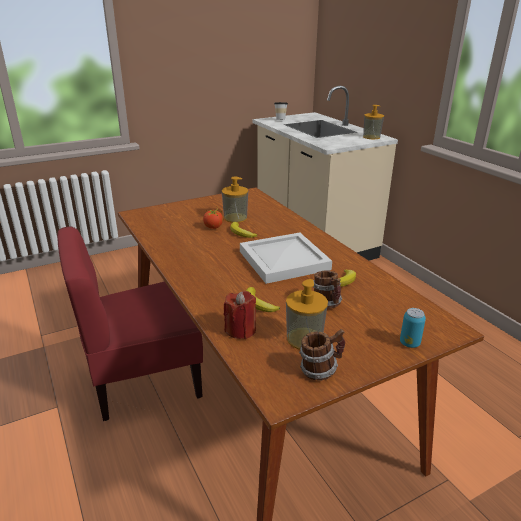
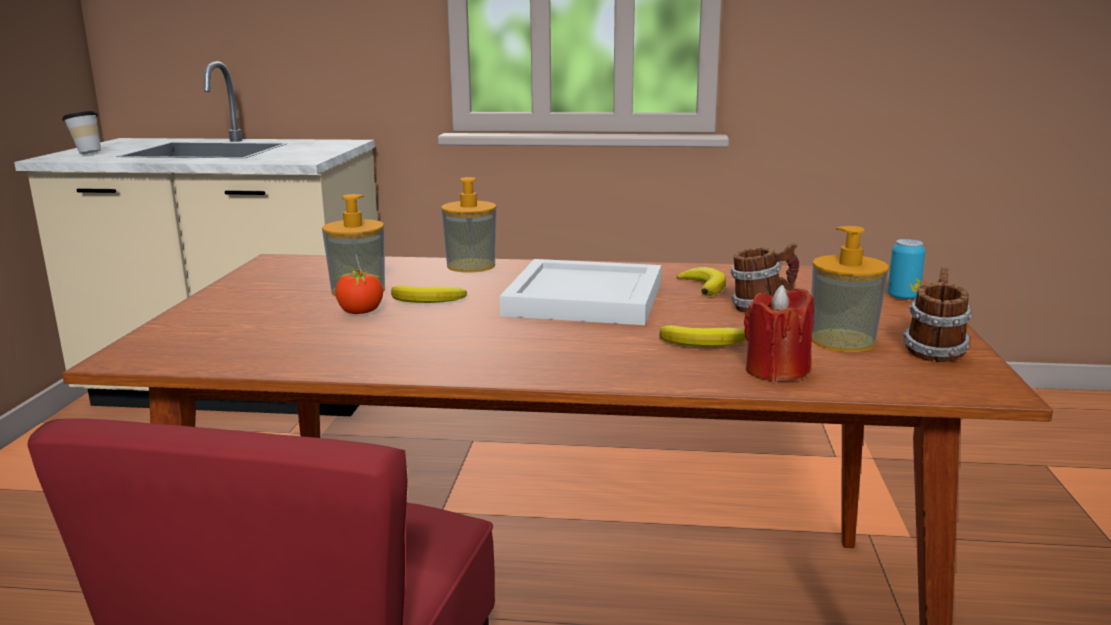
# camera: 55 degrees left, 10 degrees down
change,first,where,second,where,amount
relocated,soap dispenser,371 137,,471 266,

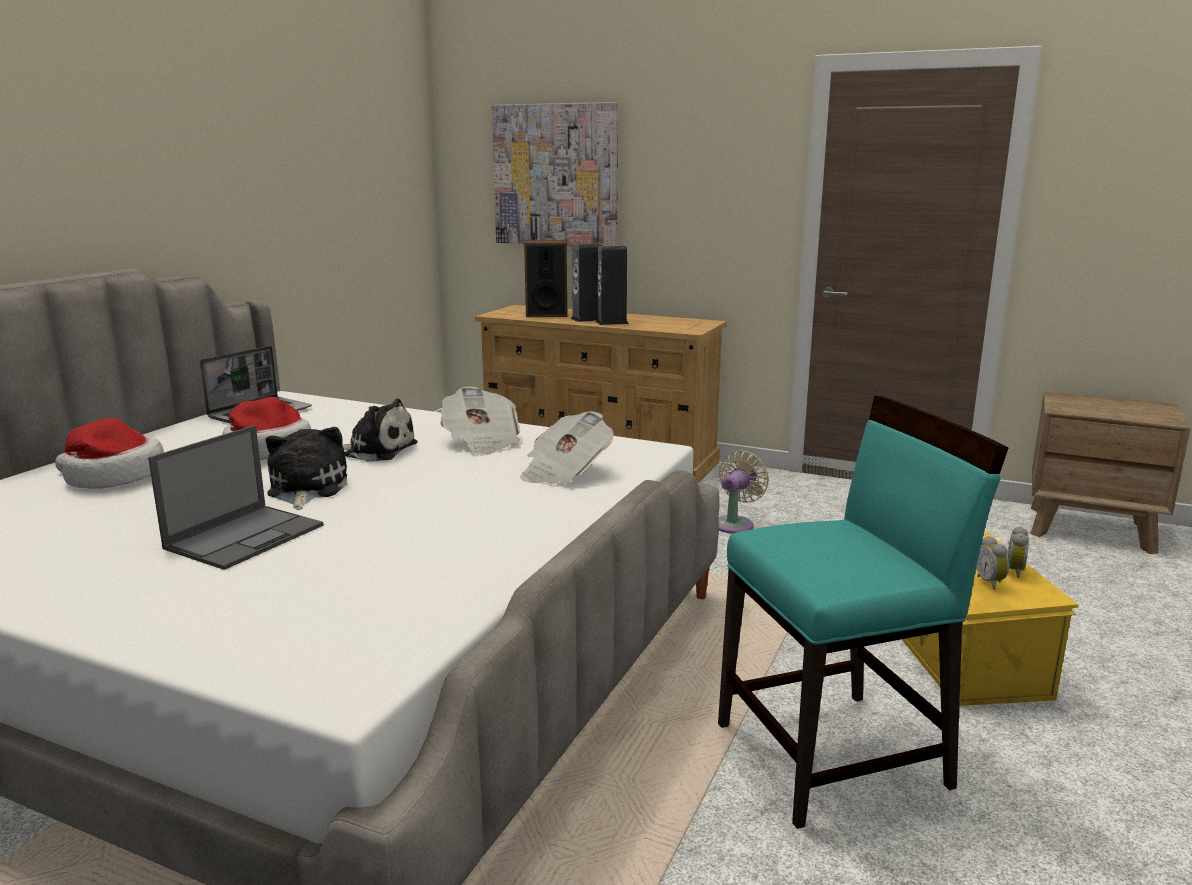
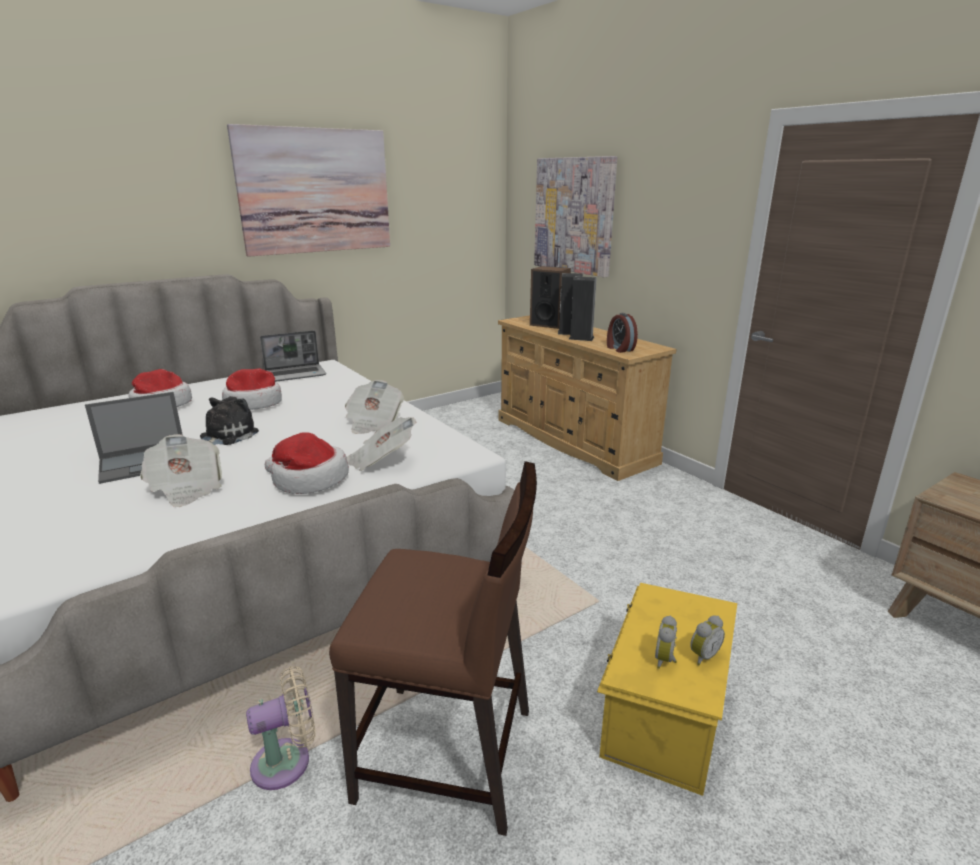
# camera: 30 degrees right, 5 degrees up
change,first,where,second,where,amount
missing,plush toy,377 450,,,
colour,chair in turquoise,834 755,chair in brown,447 755,
relocated,fan in beige,735 524,,287 761,
appeared,,,newspaper,186 488,
appeared,,,picture,315 191,
appeared,,,hat,308 480,
appeared,,,alarm clock,619 349,

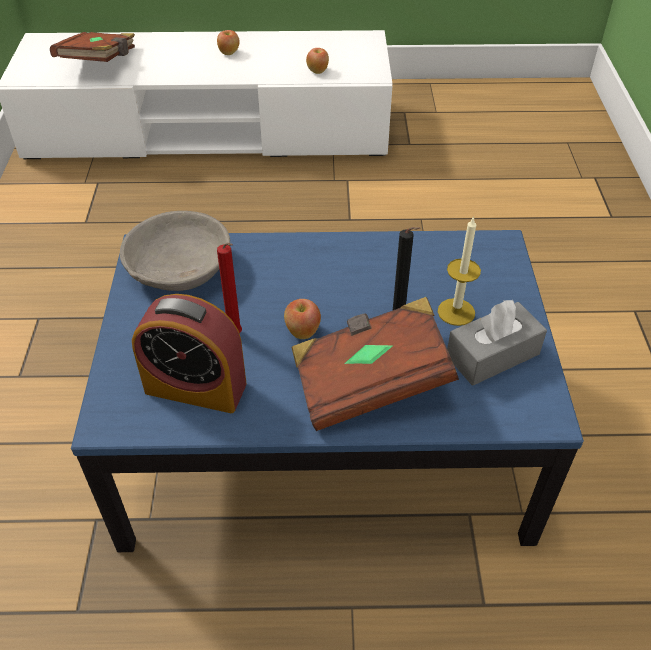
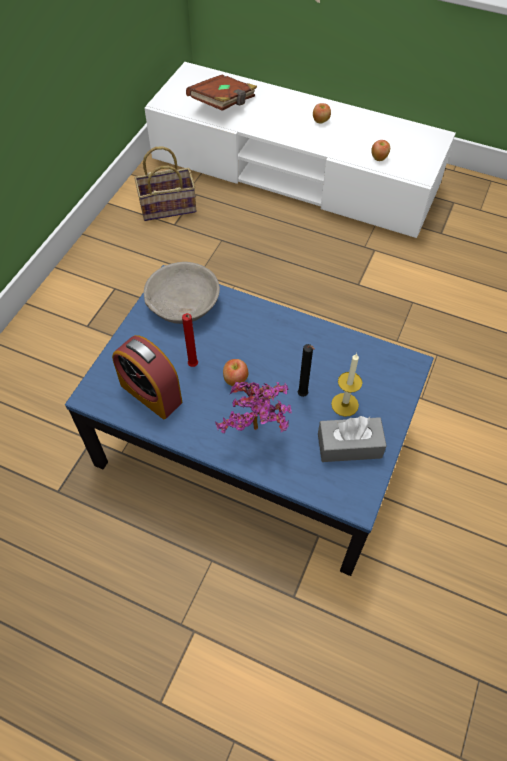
# camera: 25 degrees right, 10 degrees up
change,first,where,second,where,amount
exchanged,book in brown,370 382,potted plant,258 432,
appeared,,,basket,169 206,

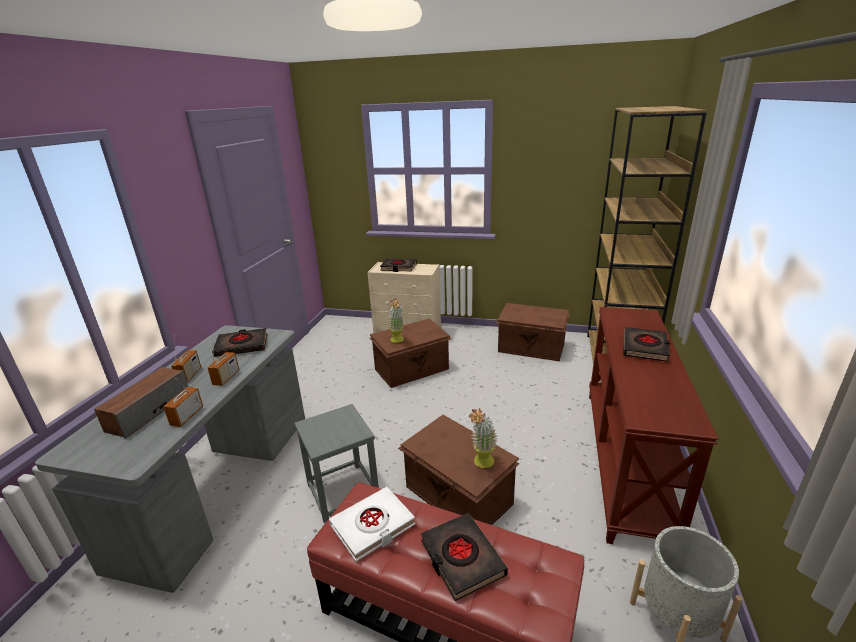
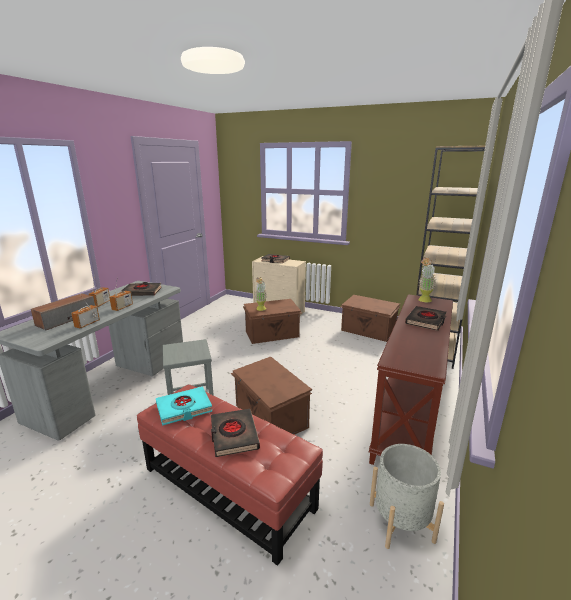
# camera: 10 degrees right, 5 degrees down
change,first,where,second,where,amount
colour,book in white,373 526,book in turquoise,184 408,
relocated,potted plant,482 464,,423 301,

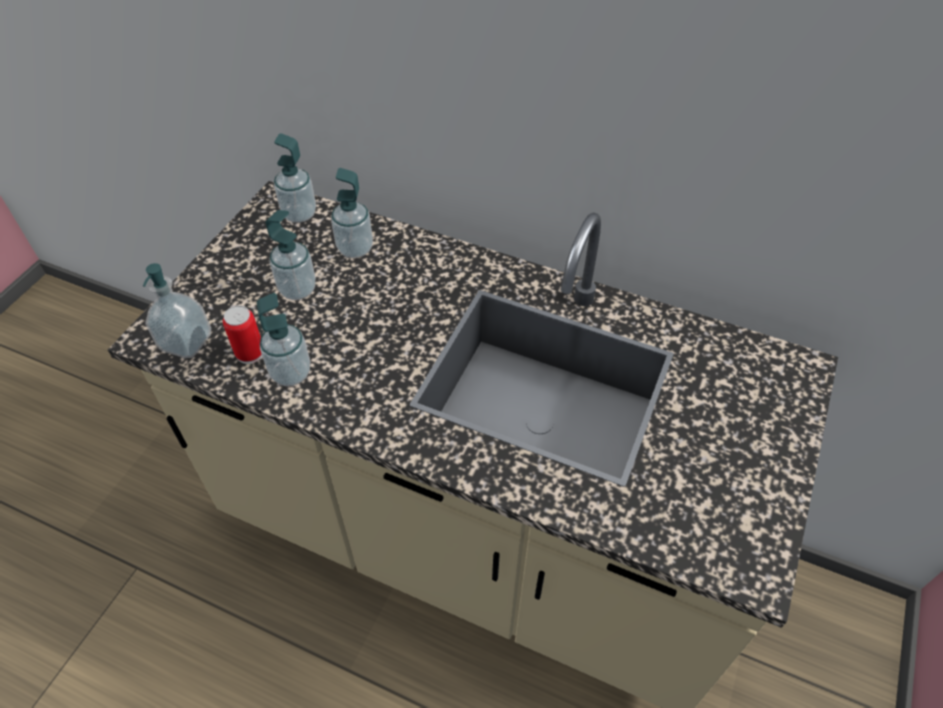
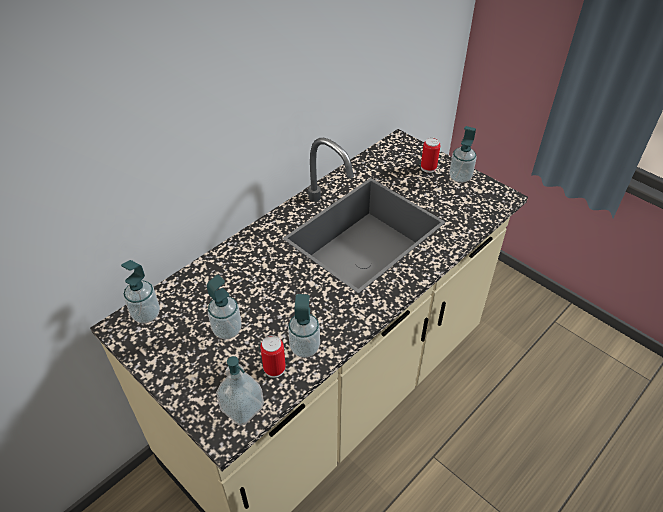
# camera: 70 degrees left, 5 degrees down
change,first,where,second,where,amount
relocated,soap dispenser,355 248,,460 177,
appeared,,,can,428 167,

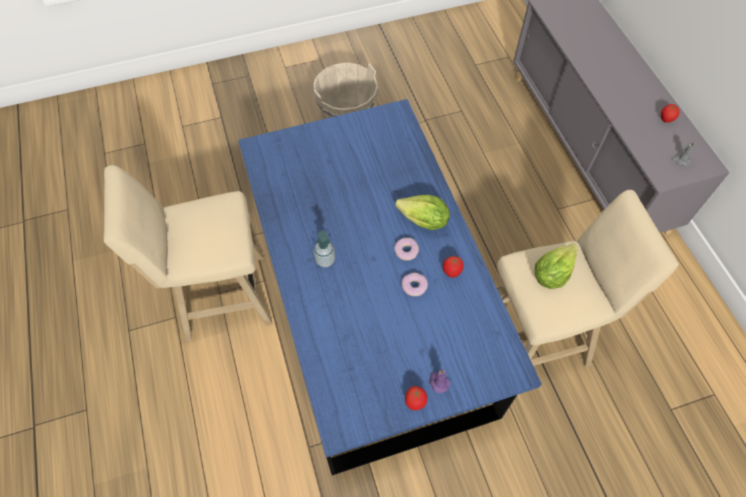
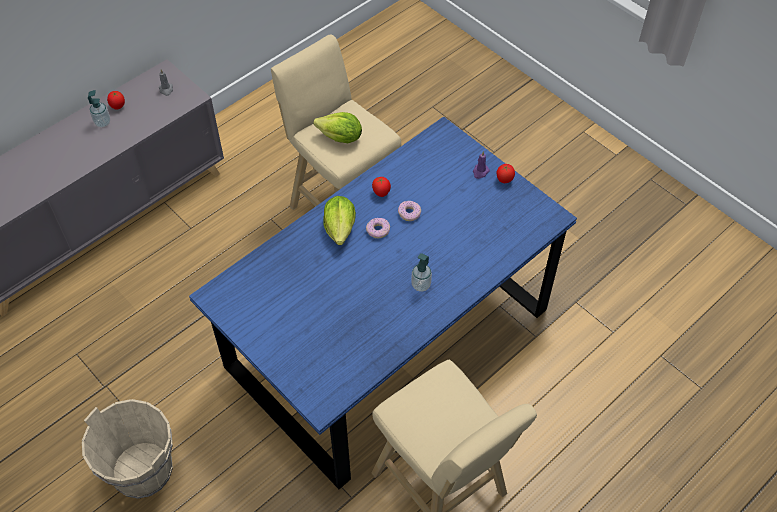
# camera: 115 degrees left, 5 degrees down
change,first,where,second,where,amount
appeared,,,soap dispenser,102 122,

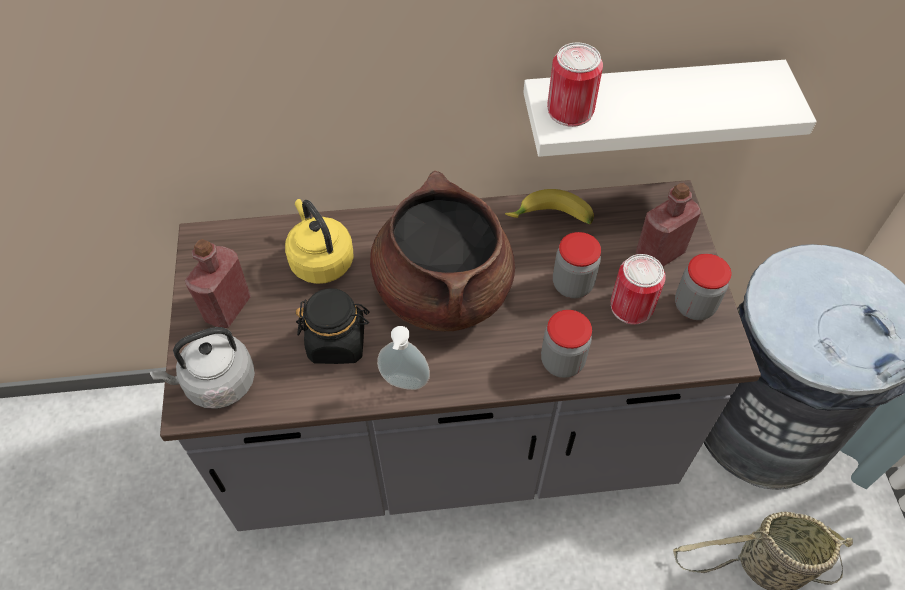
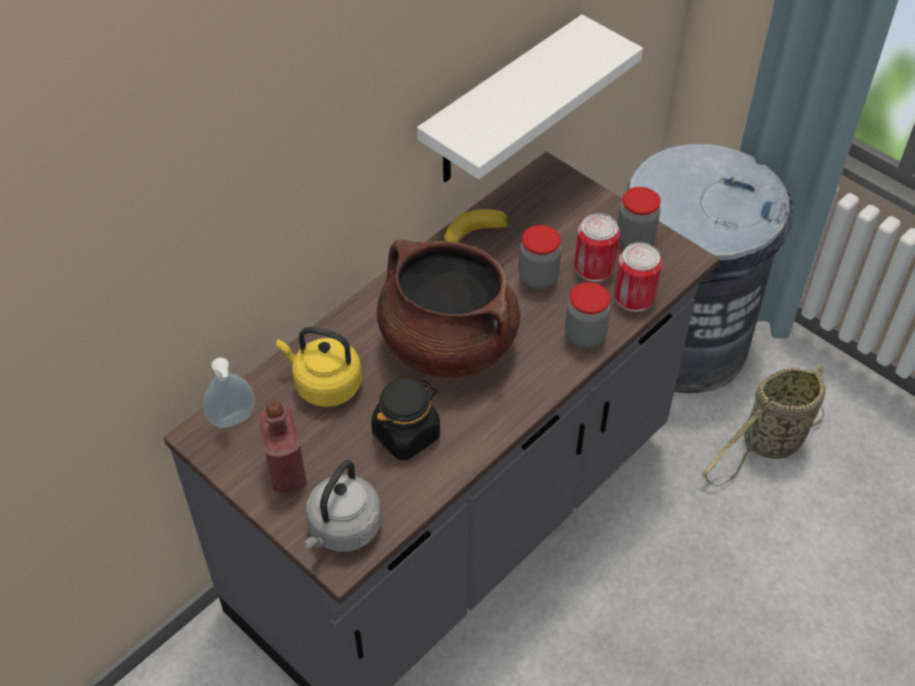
# camera: 40 degrees left, 5 degrees down
change,first,where,second,where,amount
relocated,soap dispenser,404 384,,234 421,
relocated,can,570 110,,634 296,
missing,bottle in red,659 254,,,

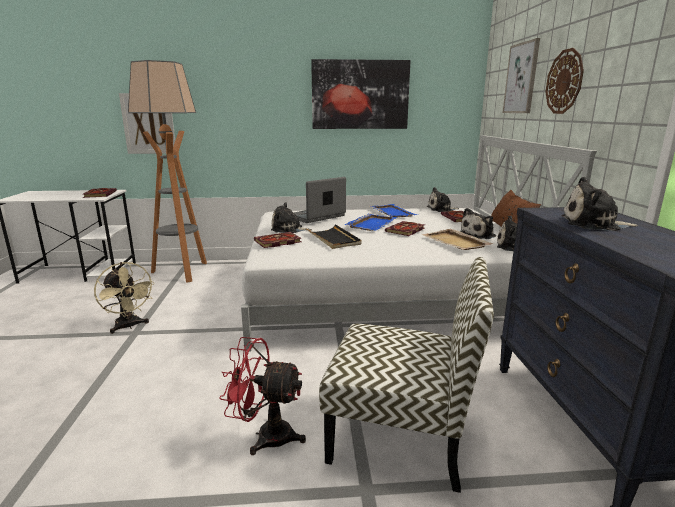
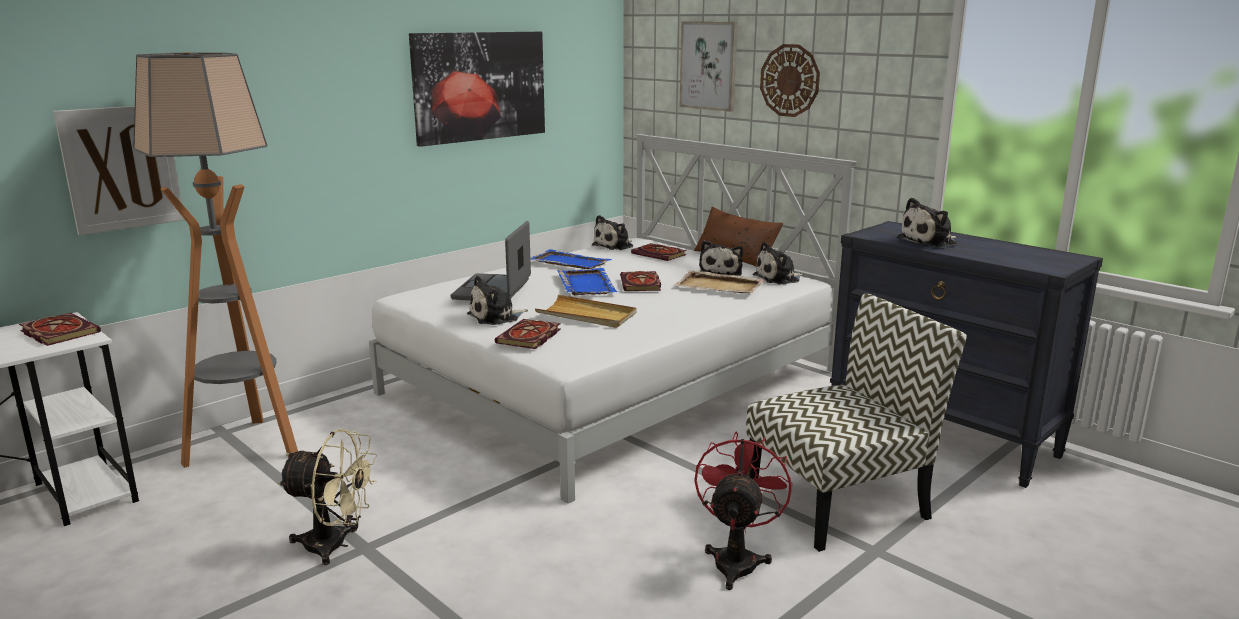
# camera: 40 degrees left, 0 degrees up
change,first,where,second,where,amount
spun,fan in red,265 435,,737 559,135 degrees clockwise
colour,tray in black,333 239,tray in beige,586 315,

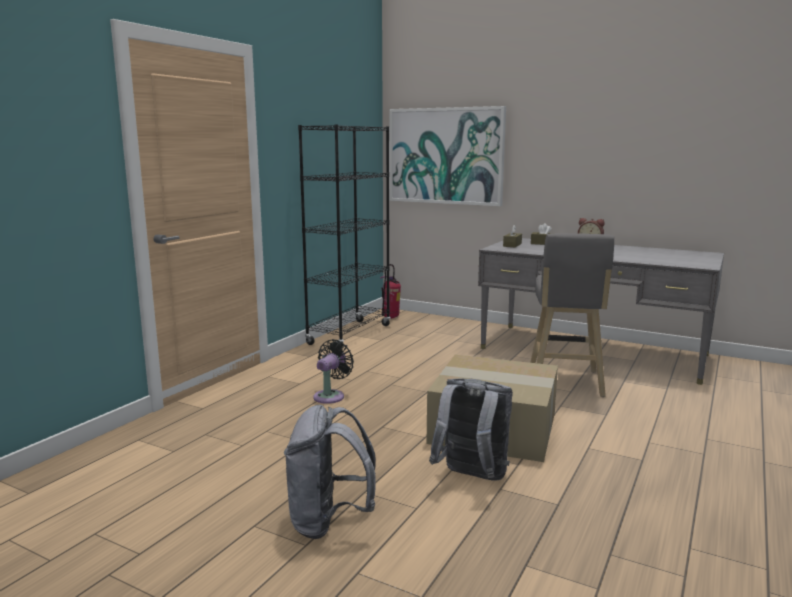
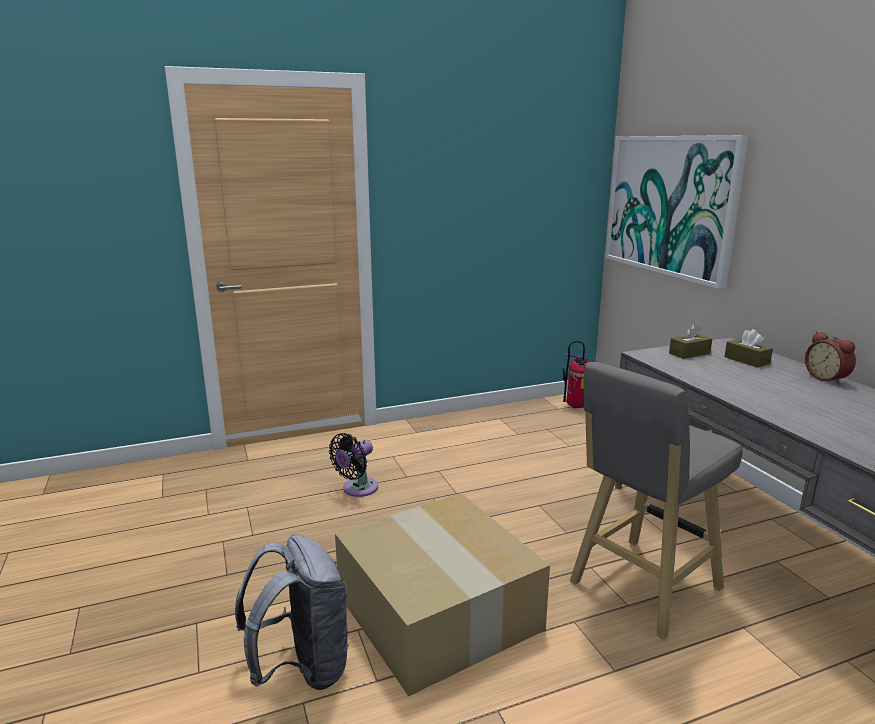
# camera: 40 degrees right, 5 degrees up
change,first,where,second,where,amount
missing,backpack in grey,329 522,,,
missing,bookcase in black,349 335,,,
spun,fan in black,331 396,,357 489,150 degrees clockwise

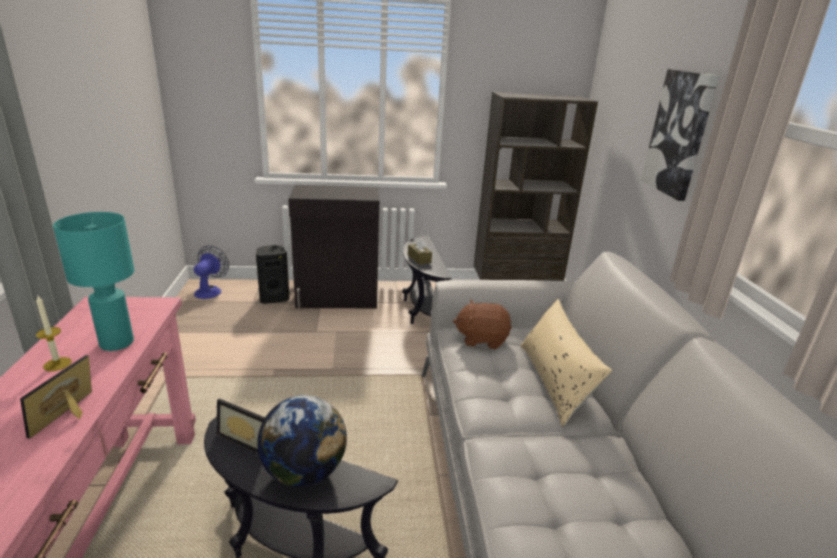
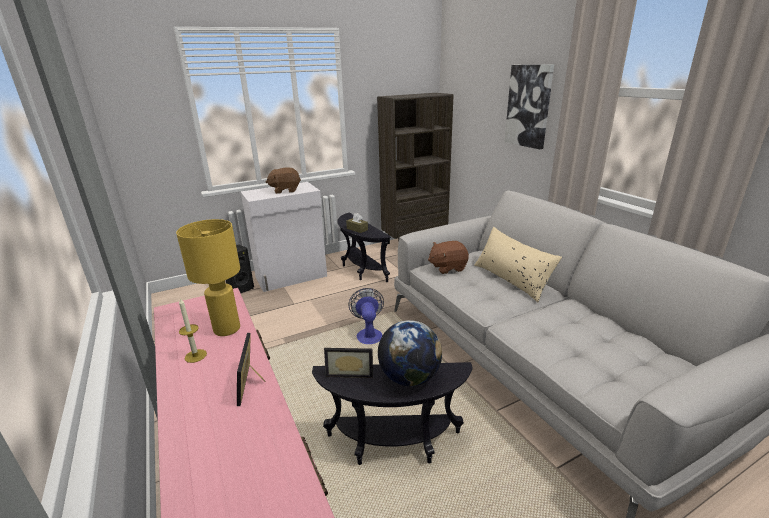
# camera: 20 degrees left, 0 degrees up
change,first,where,second,where,amount
colour,table lamp in turquoise,117 343,table lamp in yellow,227 329,
relocated,fan,210 290,,368 333,
colour,cabinet in black,337 298,cabinet in white,292 277,
appeared,,,plush toy in brown,285 190,

